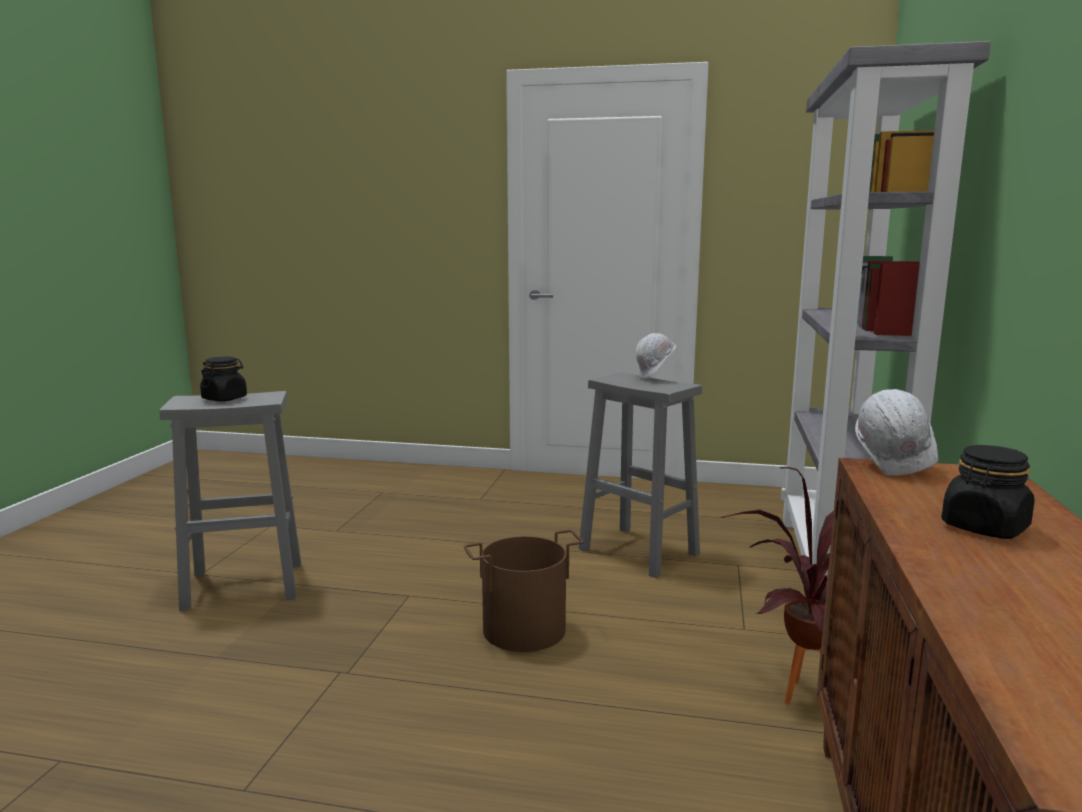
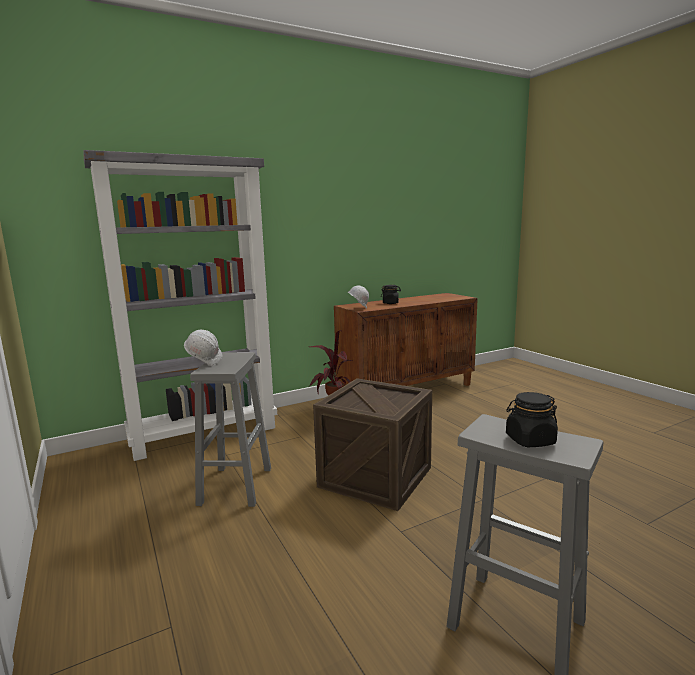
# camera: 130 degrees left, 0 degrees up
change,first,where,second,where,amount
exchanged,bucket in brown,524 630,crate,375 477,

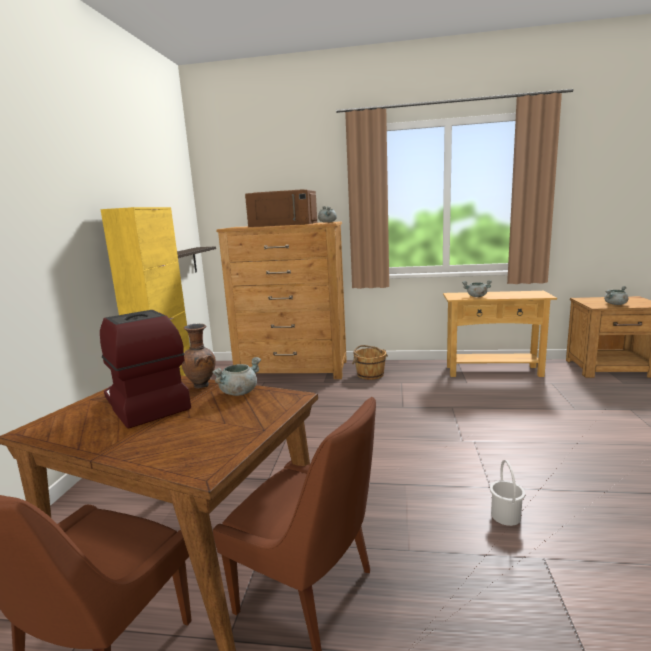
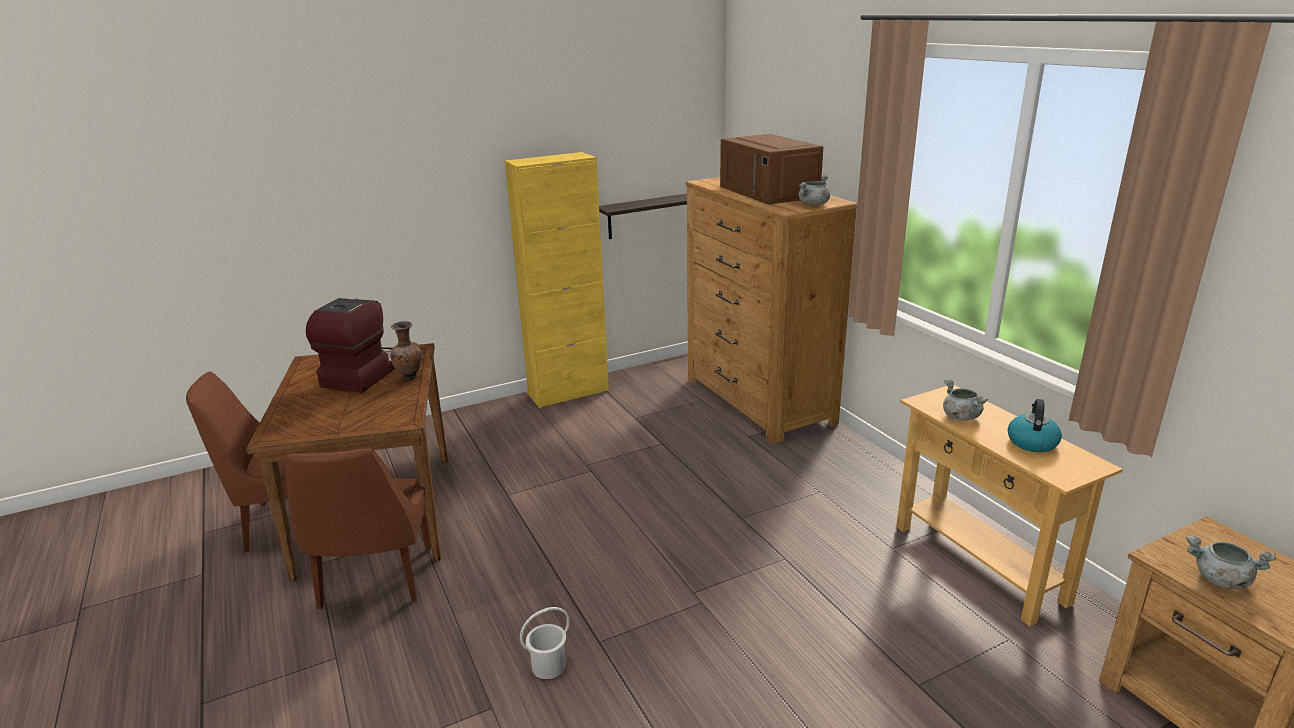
# camera: 55 degrees right, 10 degrees up
change,first,where,second,where,amount
missing,cooking pot in grey,239 392,,,
missing,bucket in brown,370 374,,,
appeared,,,kettle,1031 442,

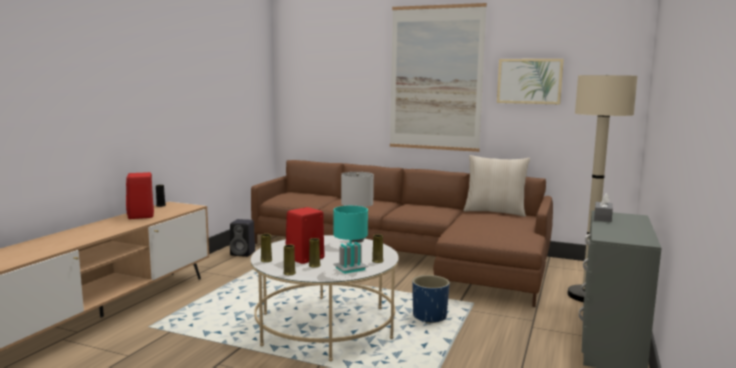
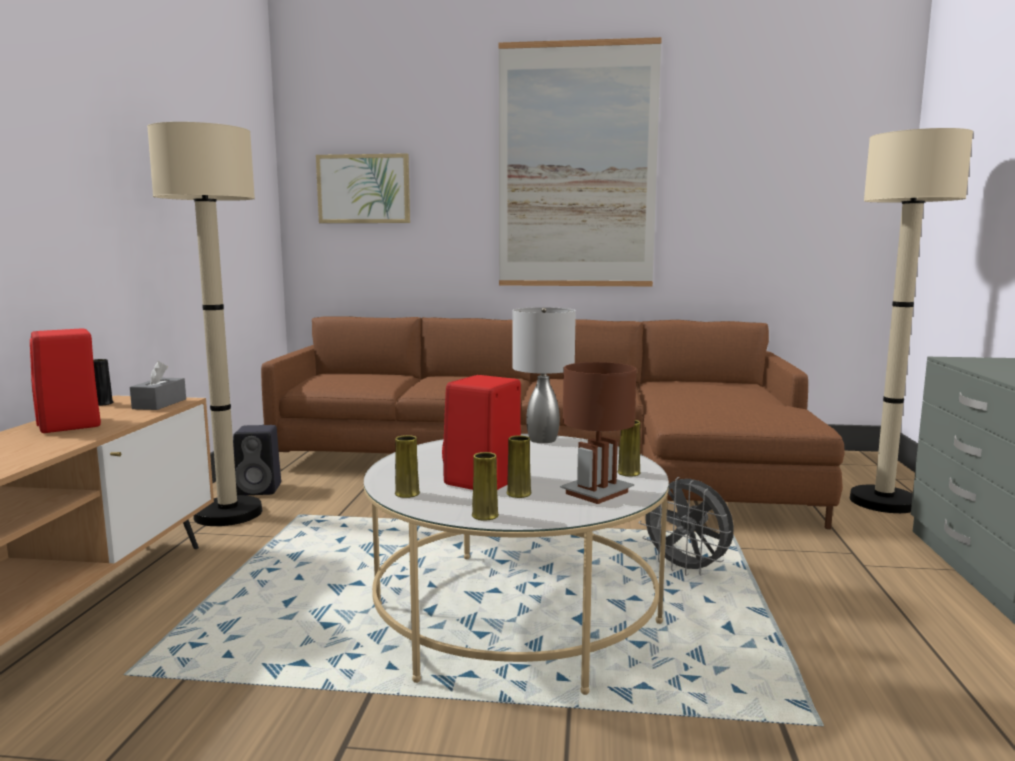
# camera: 15 degrees left, 0 degrees up
change,first,where,second,where,amount
colour,table lamp in turquoise,350 269,table lamp in brown,597 493,
exchanged,planter in blue,430 317,fan in grey,686 569,
missing,pillow in beige,494 212,,,
relocated,picture,529 81,,364 189,
relocated,tissue box in grey,602 217,,159 404,
appeared,,,floor lamp in beige,228 514,

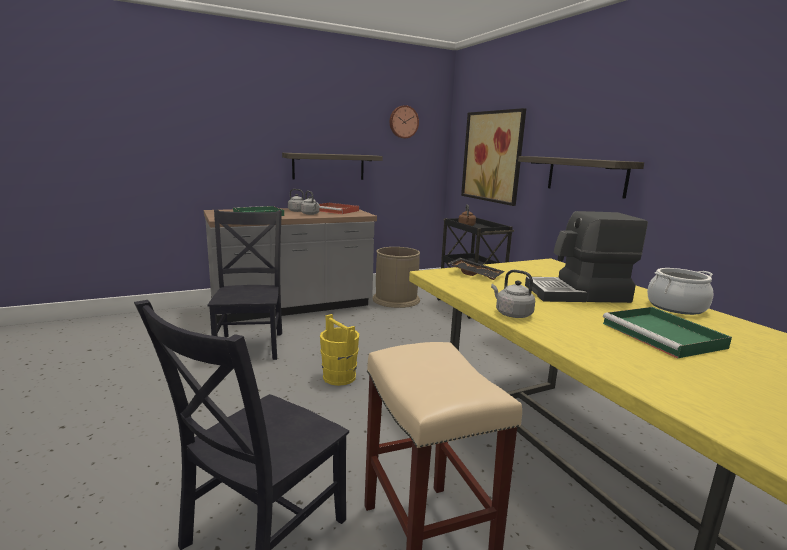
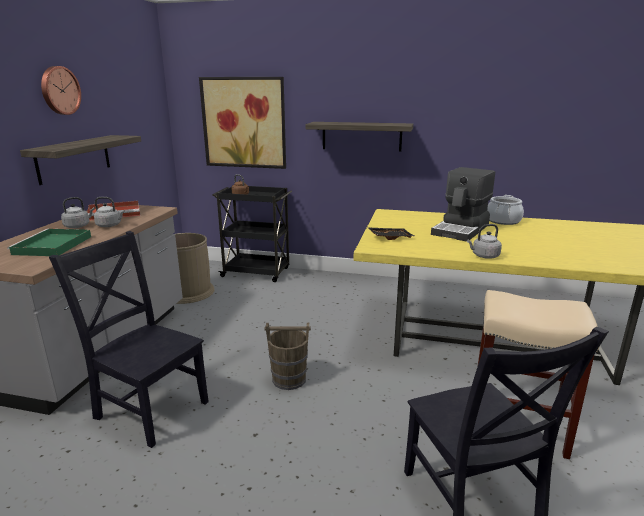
# camera: 50 degrees left, 5 degrees up
change,first,where,second,where,amount
colour,bucket in yellow,339 377,bucket in brown,288 379,
relocated,wall clock,403 122,,59 90,
missing,tray in green,664 336,,,

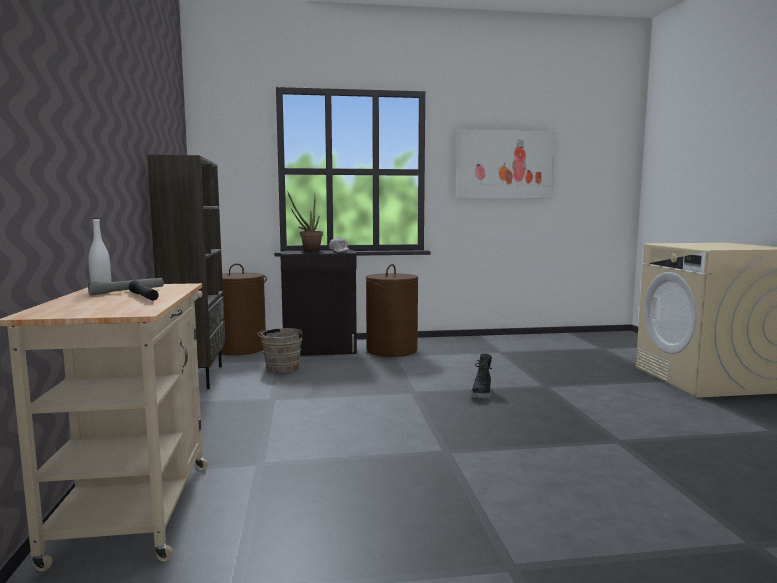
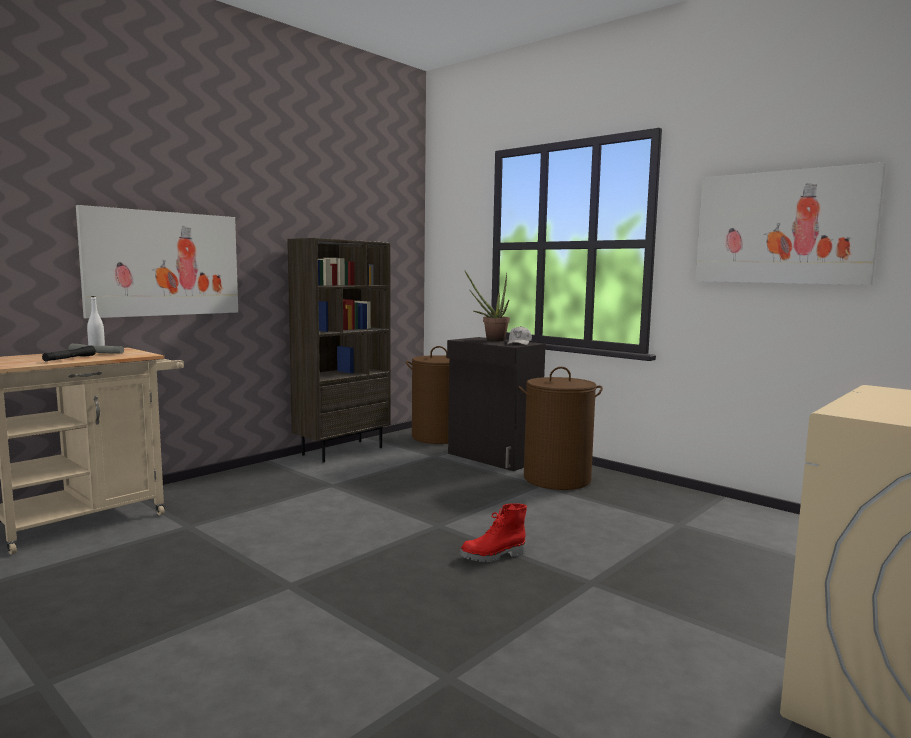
# camera: 50 degrees right, 0 degrees up
change,first,where,second,where,amount
missing,bucket in brown,281 369,,,
colour,boot in black,482 393,boot in red,493 556,
appeared,,,picture,163 263,

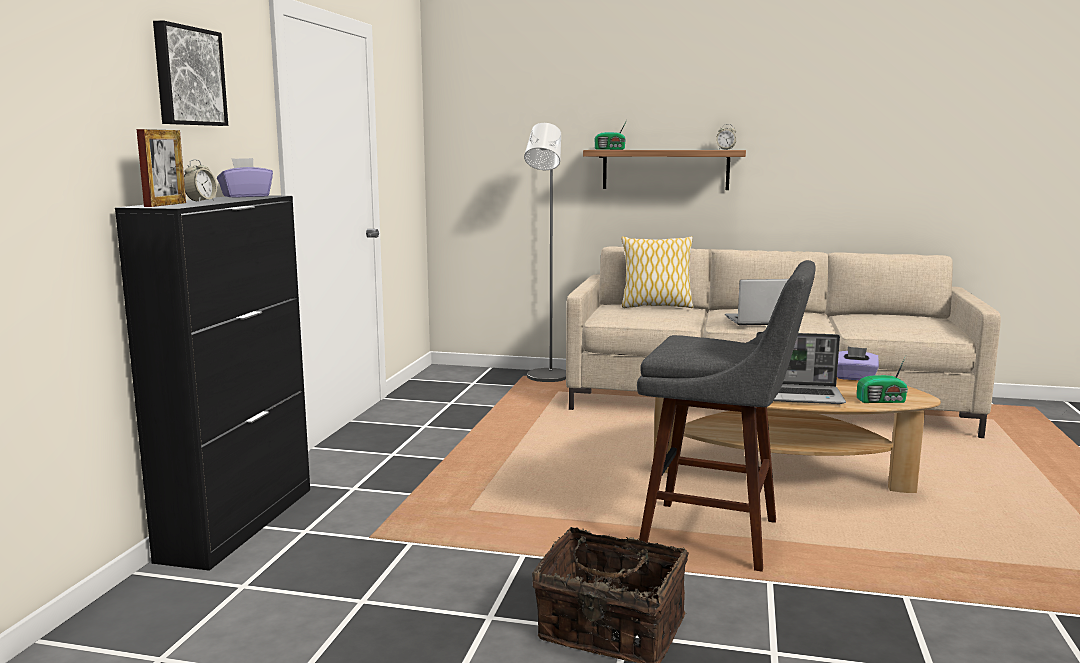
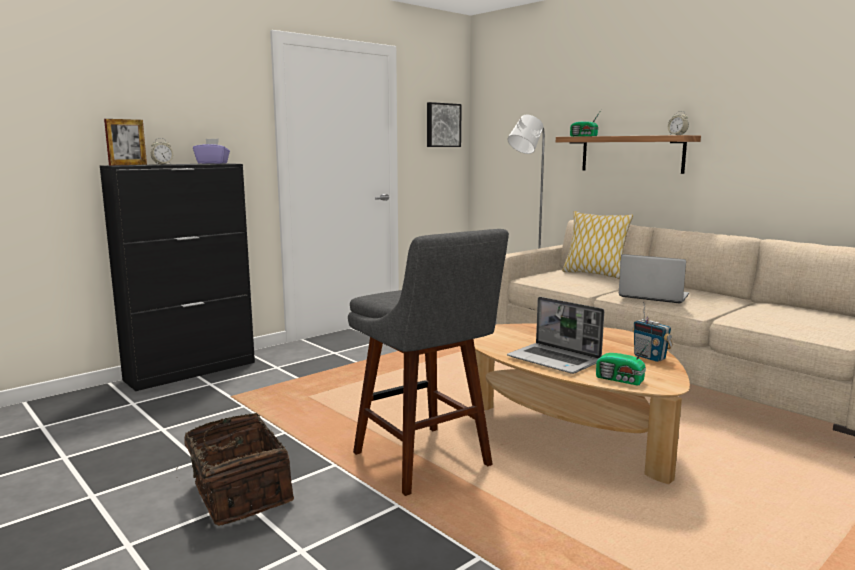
# camera: 35 degrees right, 0 degrees up
change,first,where,second,where,amount
relocated,picture,187 76,,442 125,
exchanged,tissue box in purple,854 378,radio,650 357,

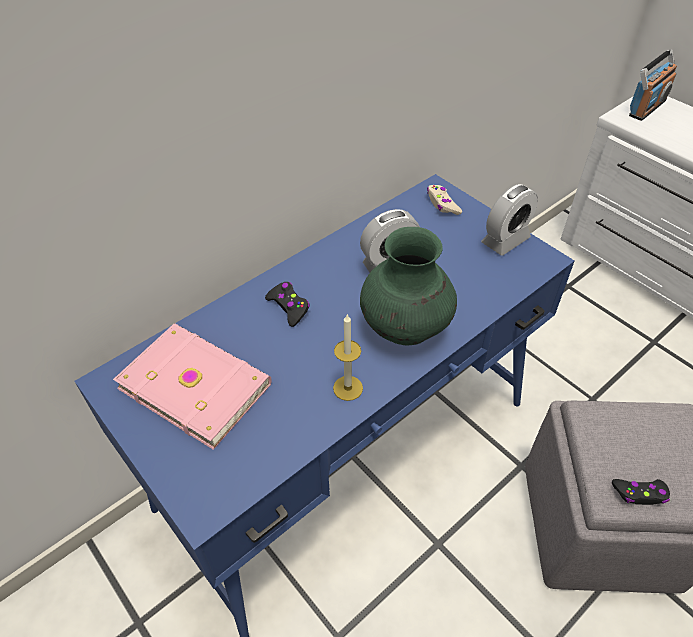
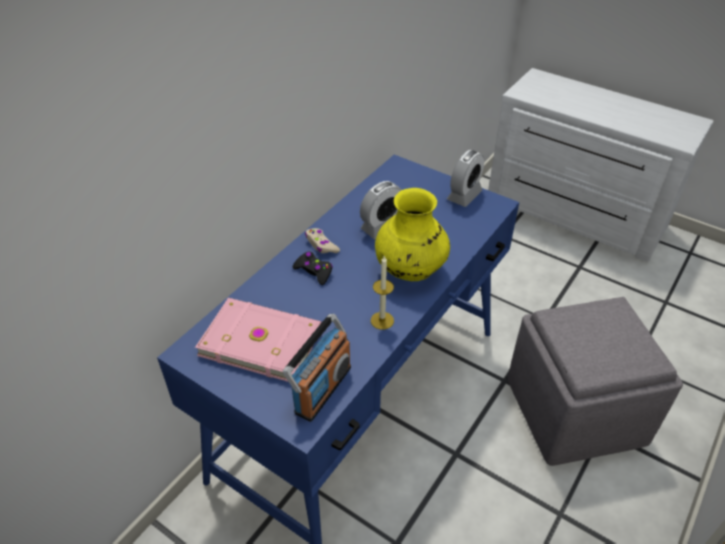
# camera: 15 degrees left, 5 degrees down
change,first,where,second,where,amount
colour,vase in green,405 328,vase in yellow,410 271,
relocated,game controller in beige,442 204,,321 245,
missing,game controller in black,640 494,,,
relocated,radio,646 107,,322 389,

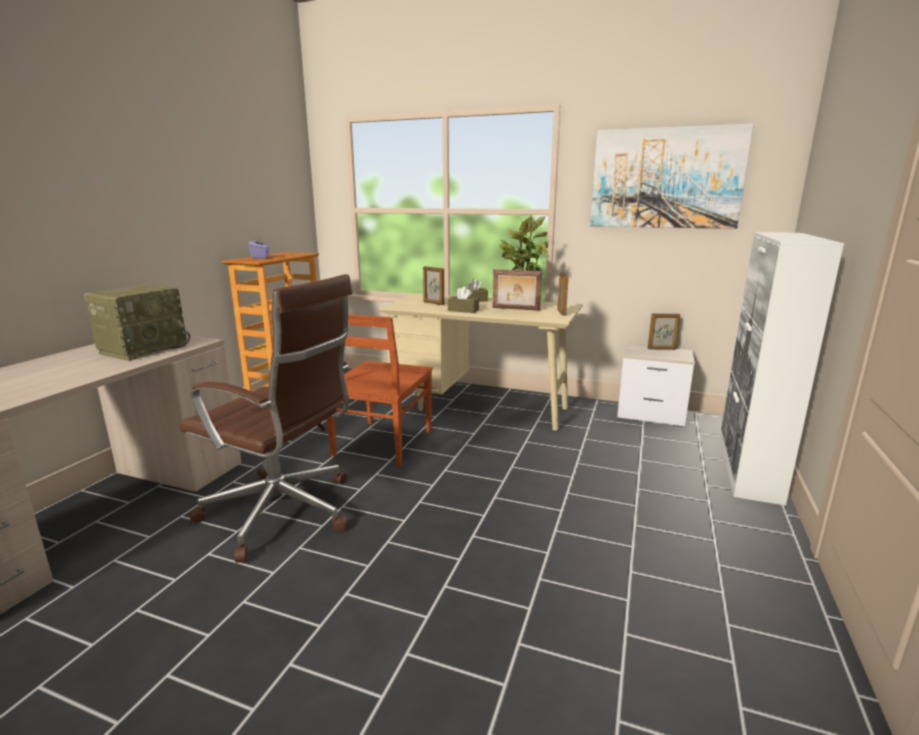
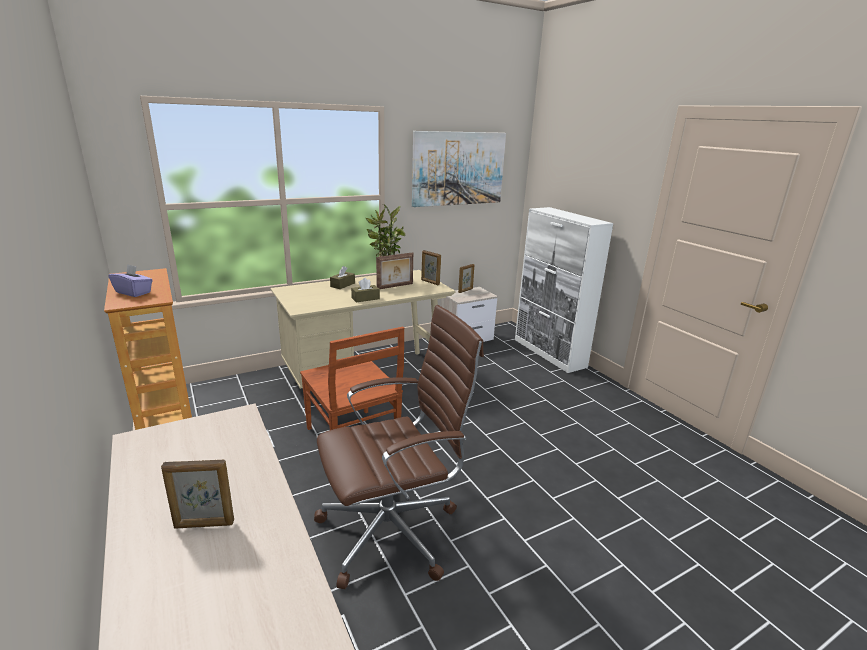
# camera: 50 degrees left, 5 degrees up
change,first,where,second,where,amount
missing,radio,144 349,,,
relocated,picture frame,433 303,,204 525,

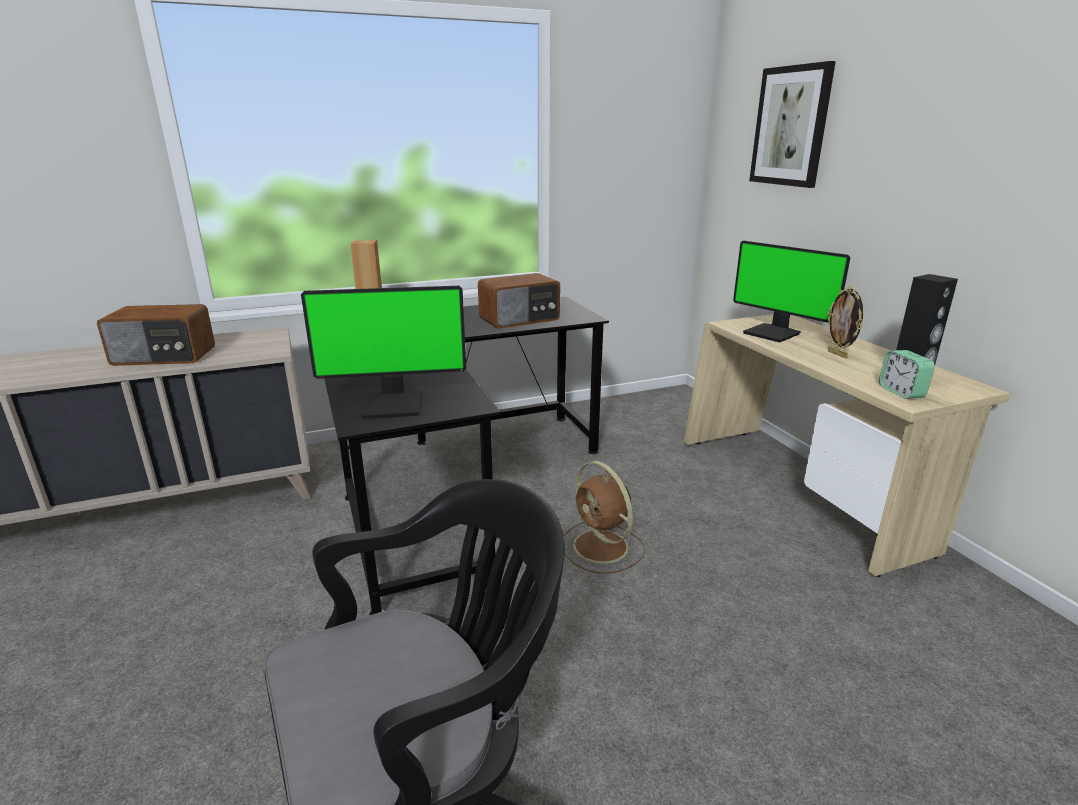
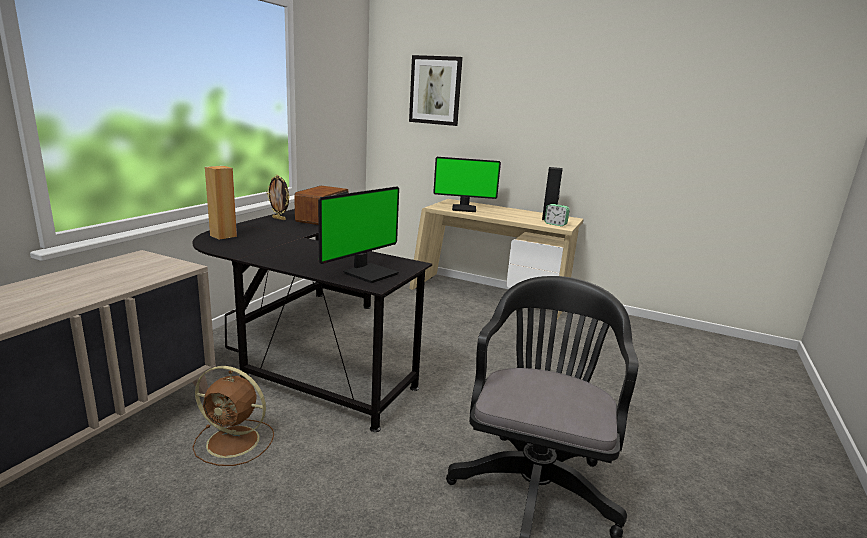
# camera: 45 degrees left, 5 degrees down
change,first,where,second,where,amount
missing,radio,164 356,,,
relocated,fan in brown,602 548,,235 442,
relocated,picture frame,838 354,,279 218,

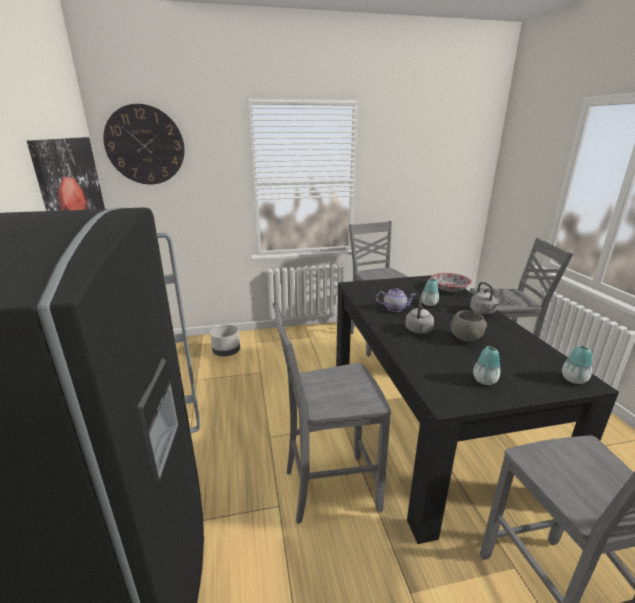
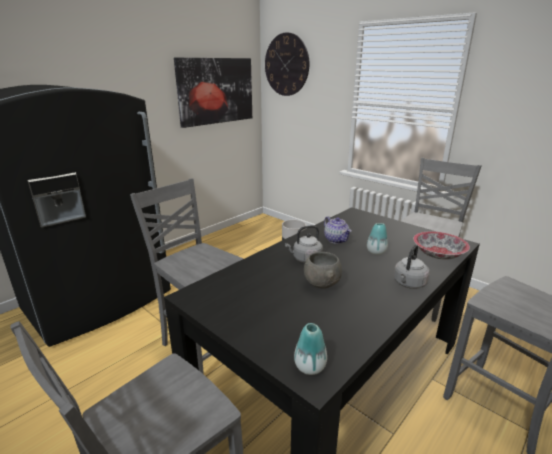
# camera: 55 degrees right, 0 degrees up
change,first,where,second,where,amount
missing,vase,484 380,,,

